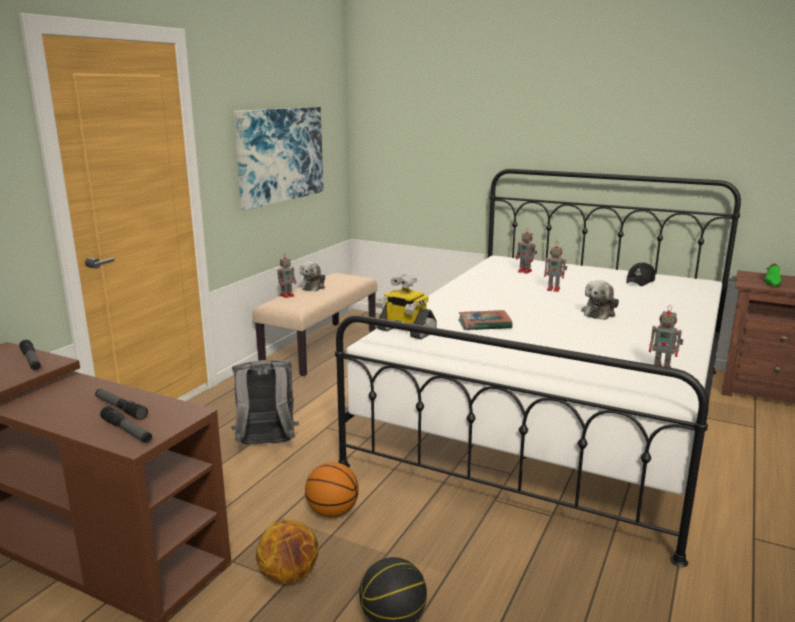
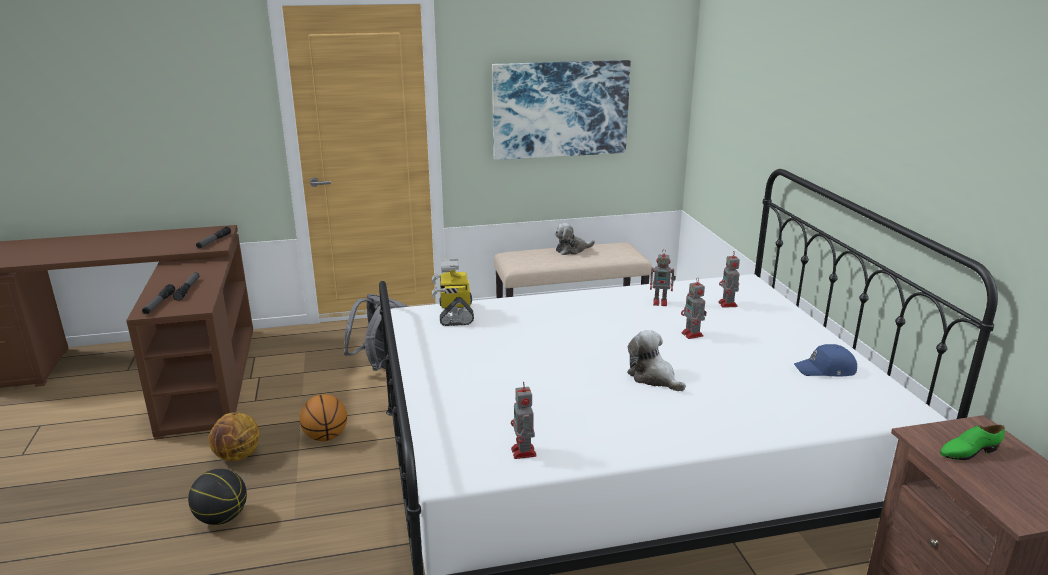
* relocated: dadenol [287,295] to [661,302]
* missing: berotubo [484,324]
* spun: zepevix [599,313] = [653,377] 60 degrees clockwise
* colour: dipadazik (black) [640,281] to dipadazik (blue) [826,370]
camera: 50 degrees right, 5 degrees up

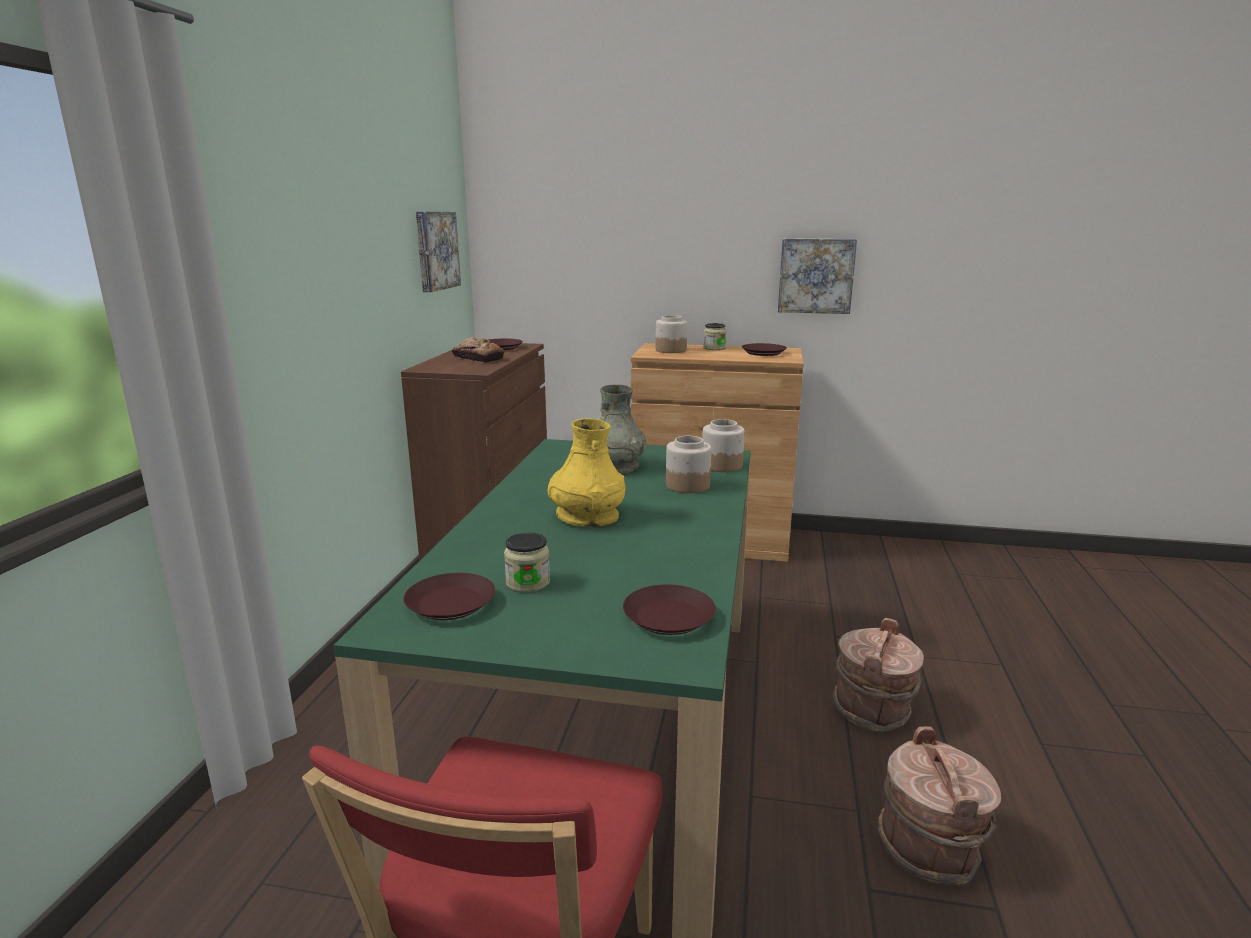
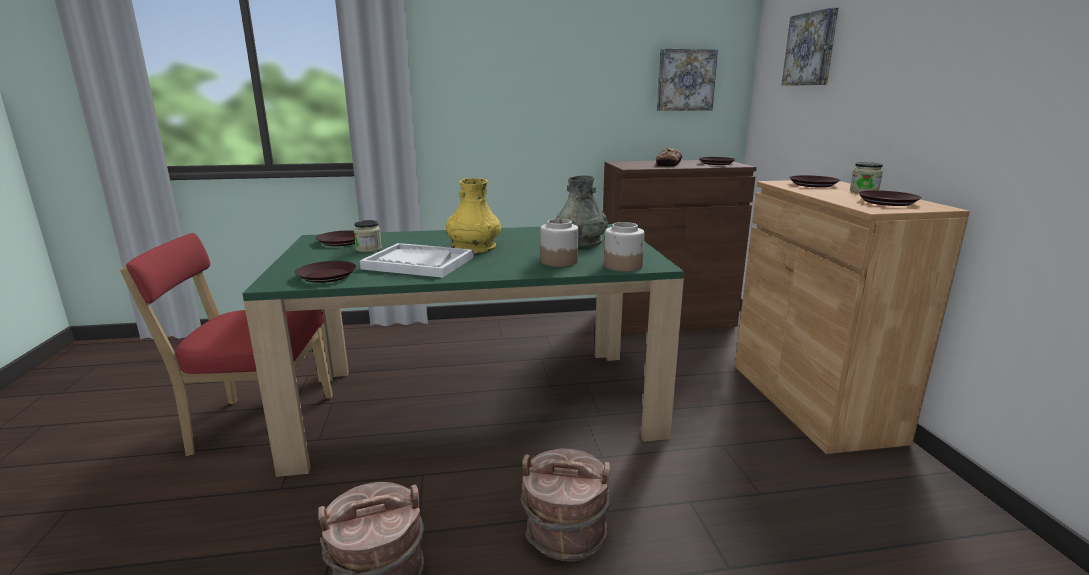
* exchanged: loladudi [670,350] to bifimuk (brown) [813,184]
* relocated: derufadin [816,275] to [811,49]
* appeared: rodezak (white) [418,263]
camera: 70 degrees right, 0 degrees up

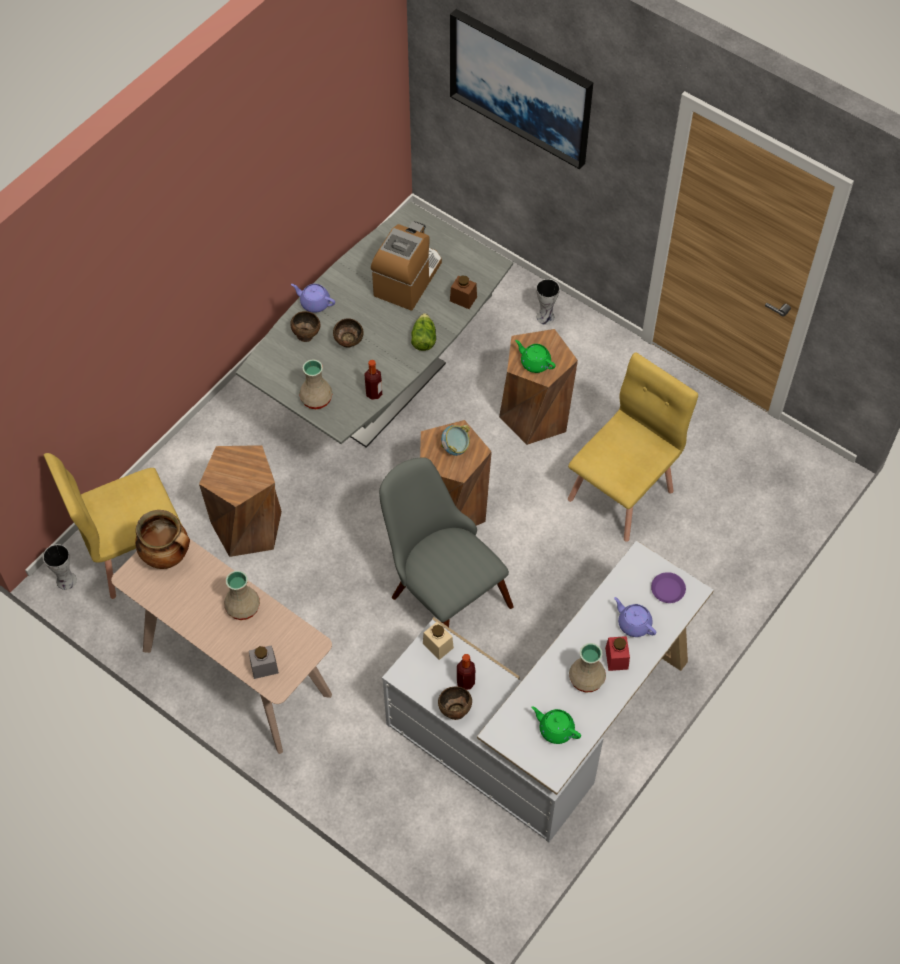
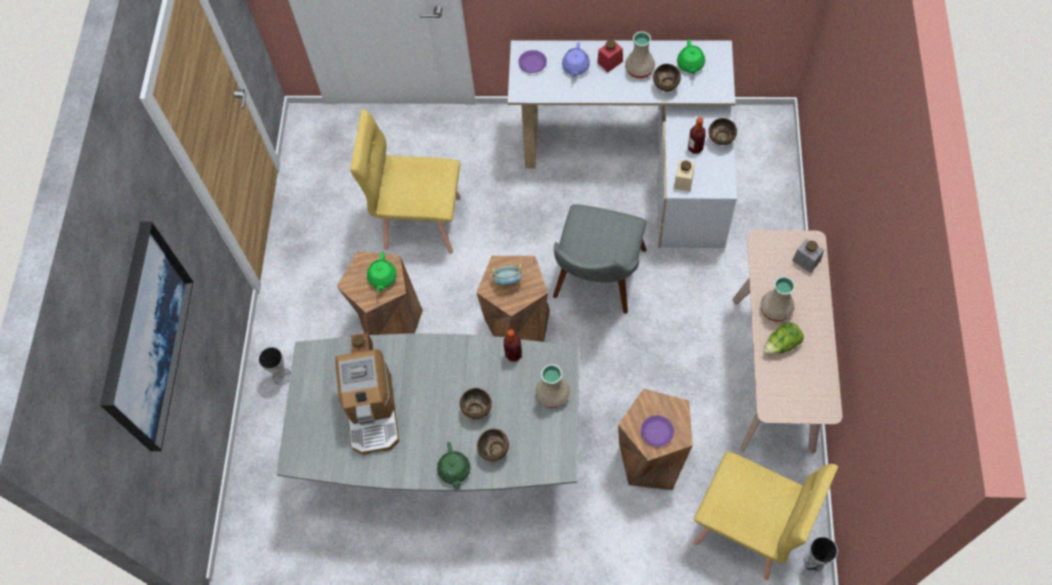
* missing: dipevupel [168,556]
* colour: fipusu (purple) [314,303] to fipusu (green) [454,471]
* spun: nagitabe [408,279] = [372,412] 90 degrees counterclockwise
* relocated: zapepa [423,339] to [782,344]
* appeared: bifimuk (purple) [657,432]
* appeared: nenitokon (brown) [666,87]
camera: 120 degrees left, 5 degrees up

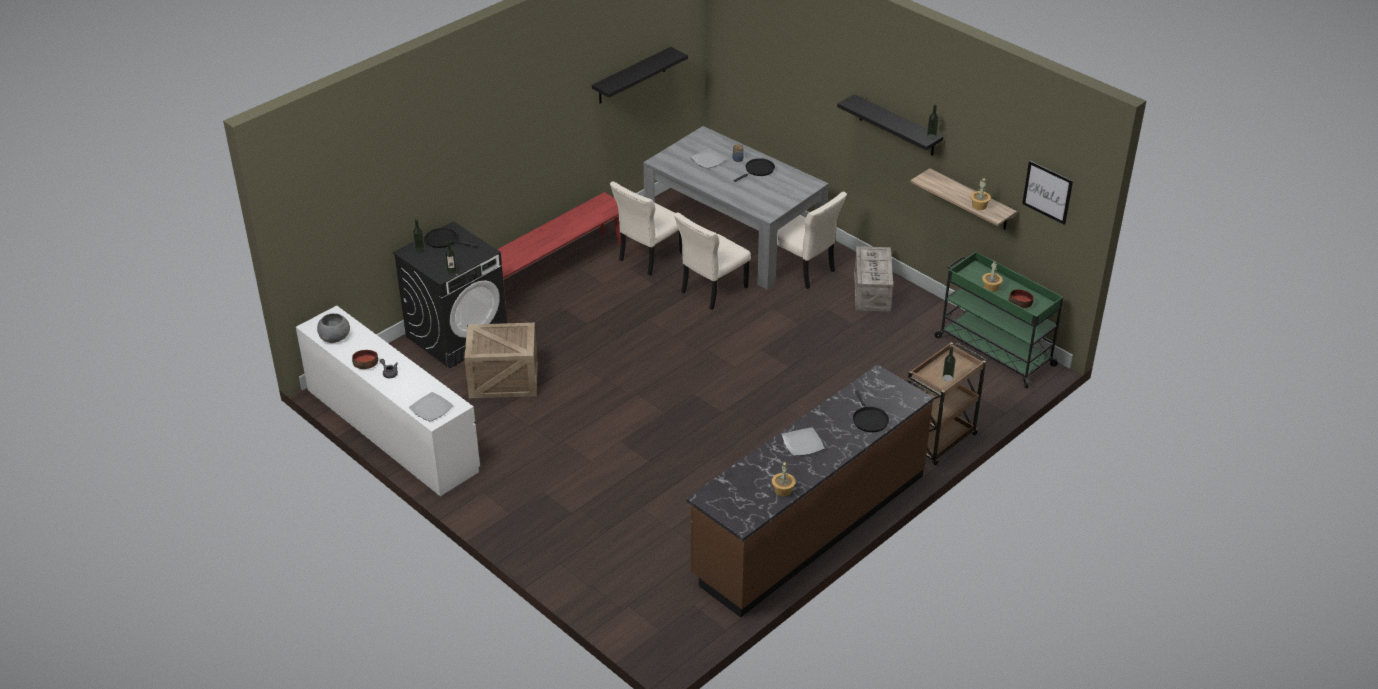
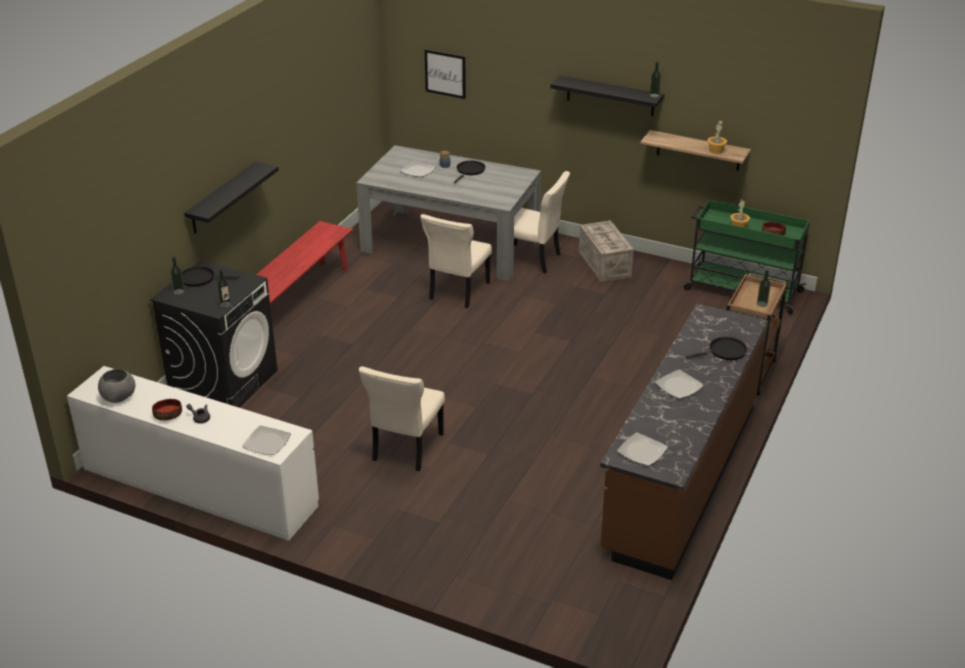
* missing: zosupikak [504,379]
* relocated: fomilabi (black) [632,76] to [222,198]
* relocated: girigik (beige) [649,257] to [406,449]
* missing: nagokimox [783,490]
* spun: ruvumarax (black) [869,420] = [725,351] 75 degrees counterclockwise
* relocated: derufadin [1047,192] to [445,74]
* appeared: bifimuk [641,451]
camera: 20 degrees left, 5 degrees down

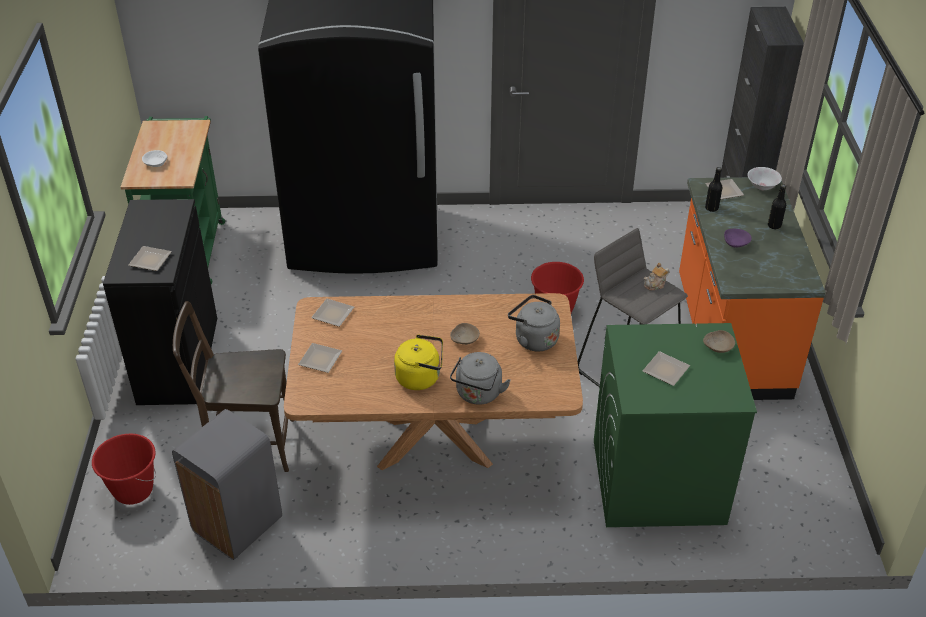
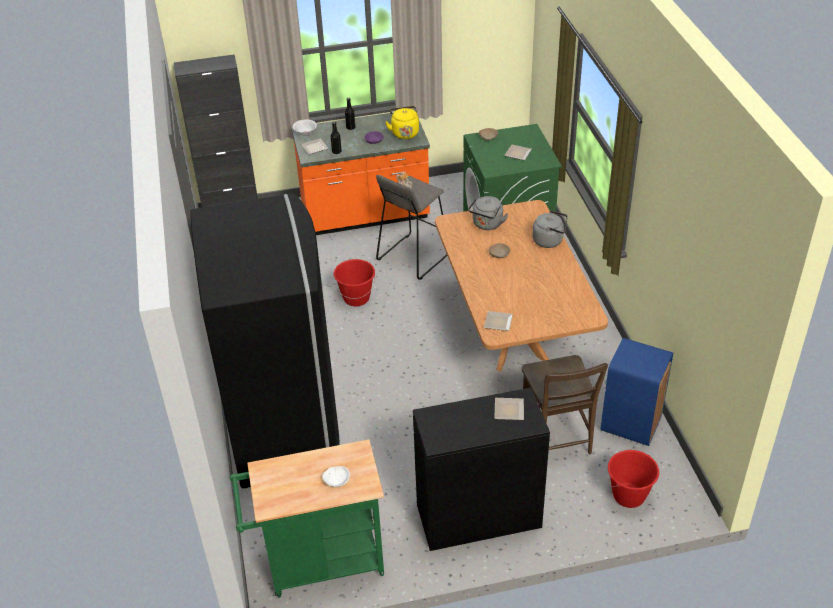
* colour: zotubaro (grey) [236,524] to zotubaro (blue) [631,424]
* missing: bifimuk [322,359]
* relocated: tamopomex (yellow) [421,377] to [404,132]
camera: 100 degrees left, 0 degrees up

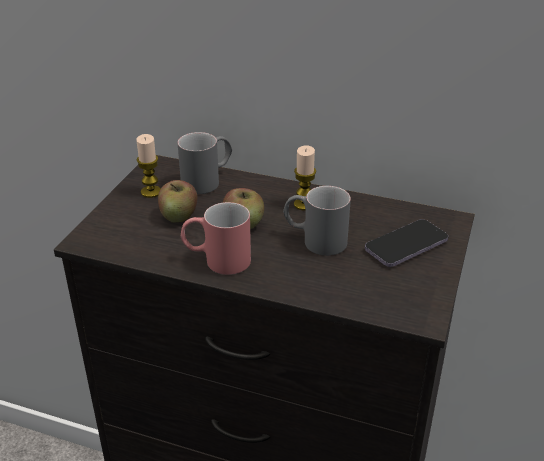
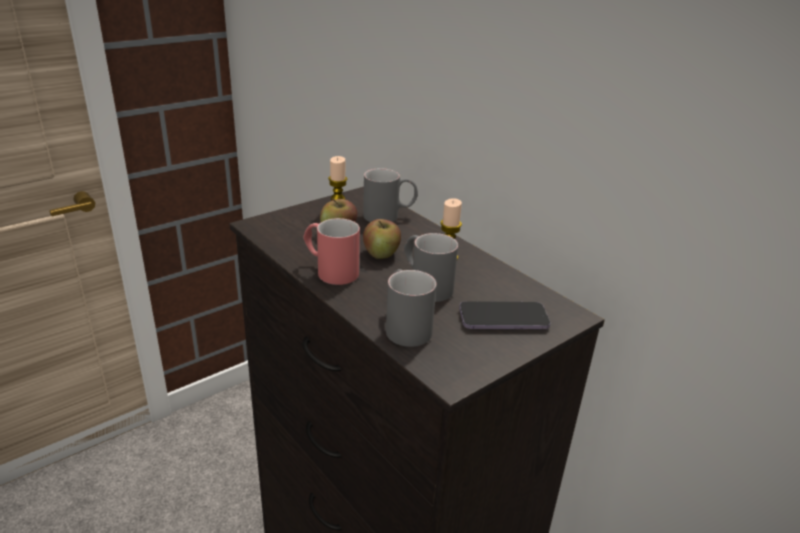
* appeared: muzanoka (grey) [405,325]
camera: 30 degrees right, 5 degrees down

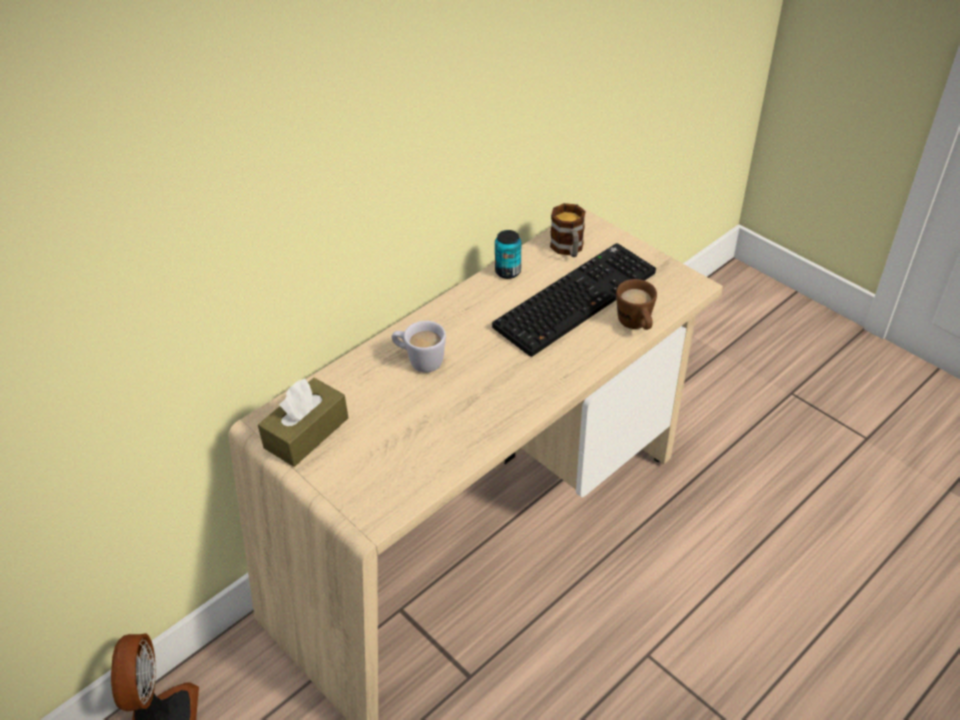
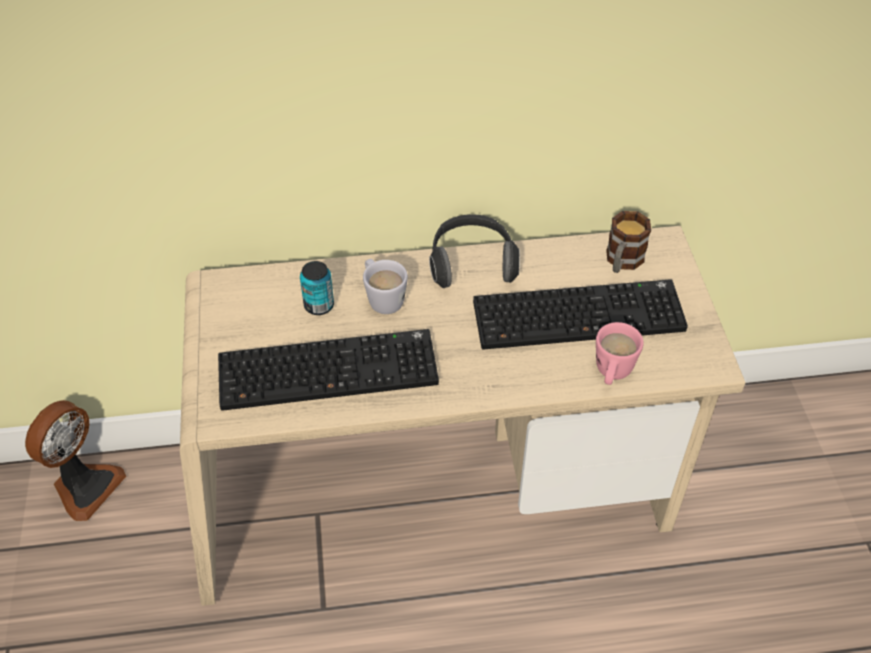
* missing: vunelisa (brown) [306,433]
* relocated: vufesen [508,272] to [319,305]
* colour: muzanoka (brown) [636,325] to muzanoka (pink) [611,374]
* appeared: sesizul [330,368]
* appeared: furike [472,263]
camera: 35 degrees right, 5 degrees up

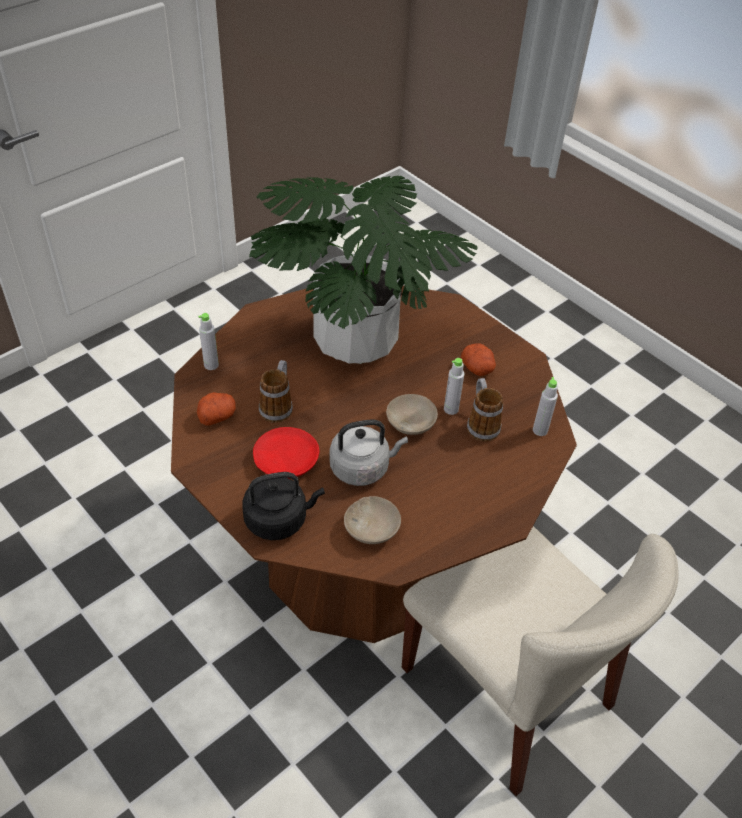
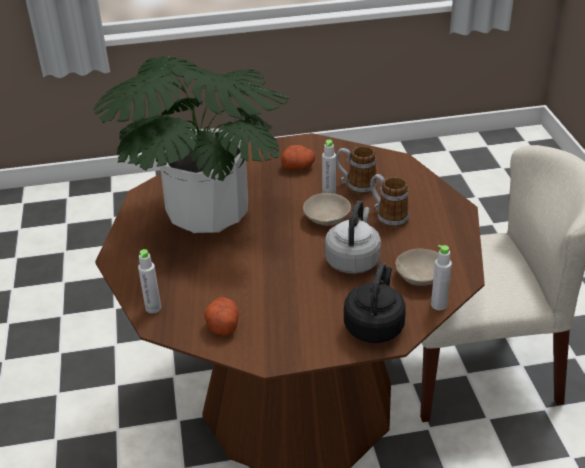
* missing: bifimuk (red) [285,460]
* relocated: muzanoka [278,405] to [387,216]
* relocated: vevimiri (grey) [540,430] to [438,305]
camera: 55 degrees left, 10 degrees down

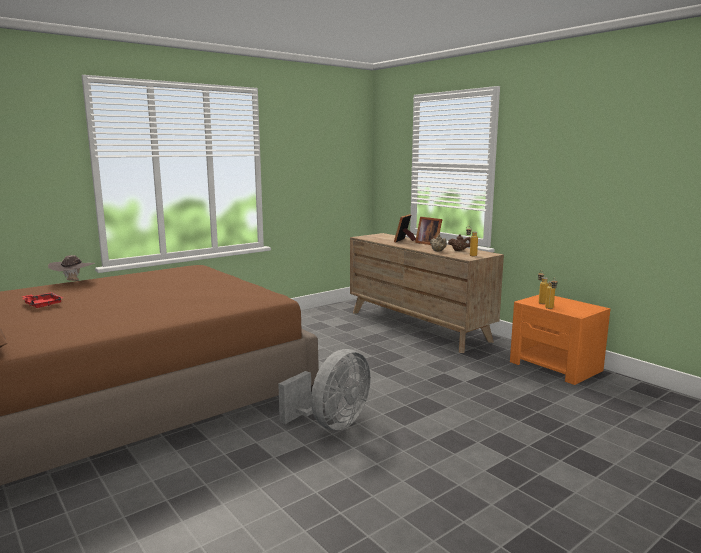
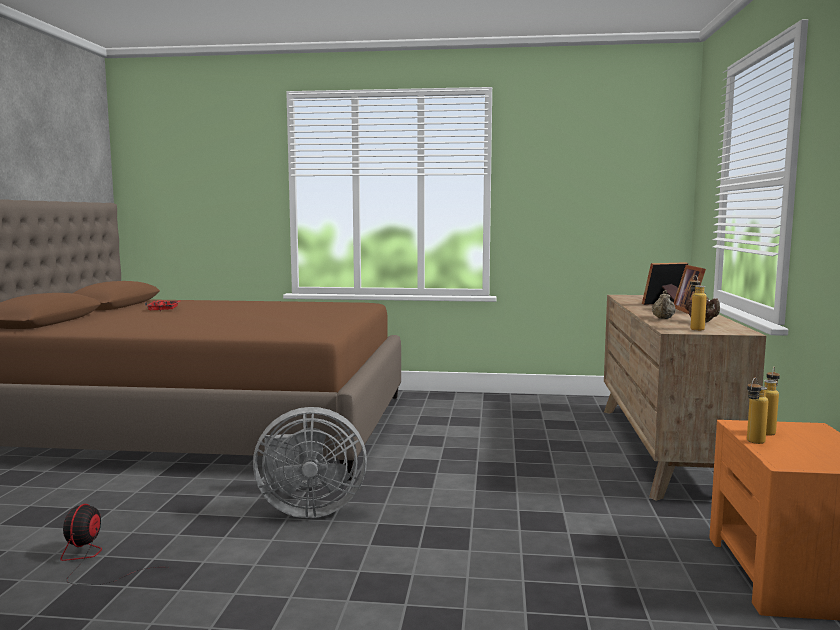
* missing: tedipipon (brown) [74,282]
* appeared: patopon [92,560]
camera: 45 degrees right, 5 degrees down

